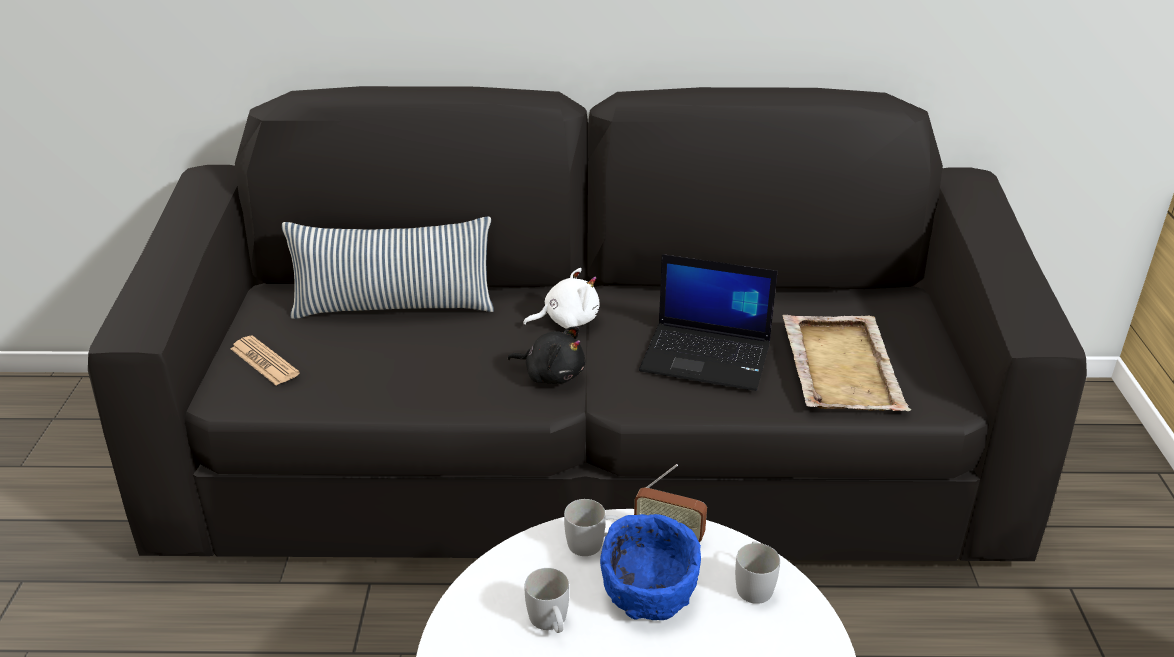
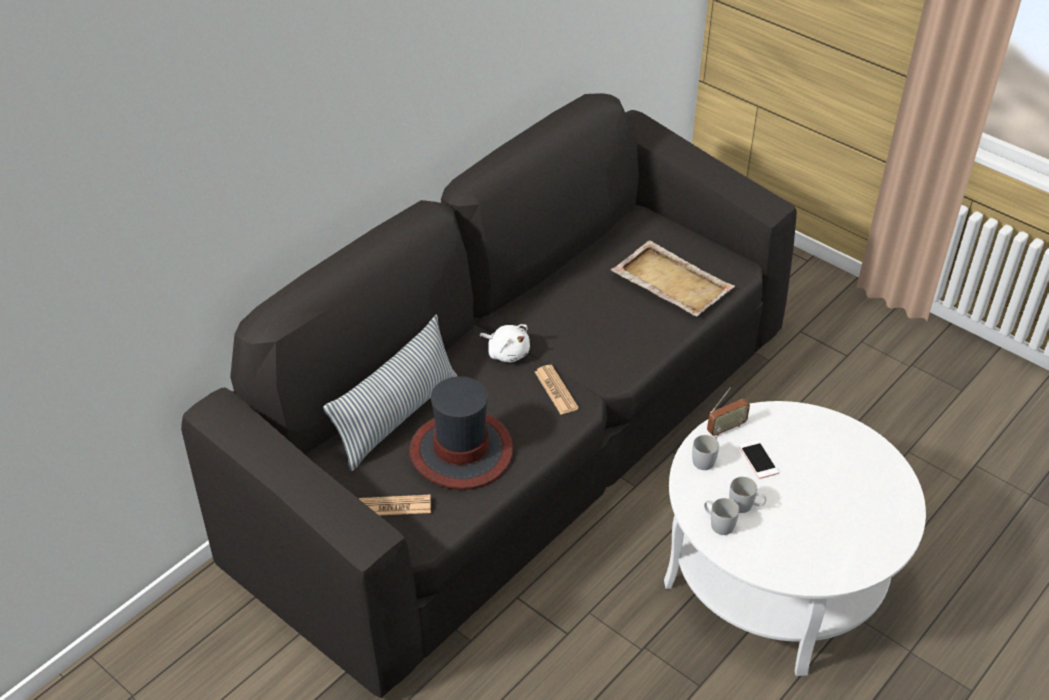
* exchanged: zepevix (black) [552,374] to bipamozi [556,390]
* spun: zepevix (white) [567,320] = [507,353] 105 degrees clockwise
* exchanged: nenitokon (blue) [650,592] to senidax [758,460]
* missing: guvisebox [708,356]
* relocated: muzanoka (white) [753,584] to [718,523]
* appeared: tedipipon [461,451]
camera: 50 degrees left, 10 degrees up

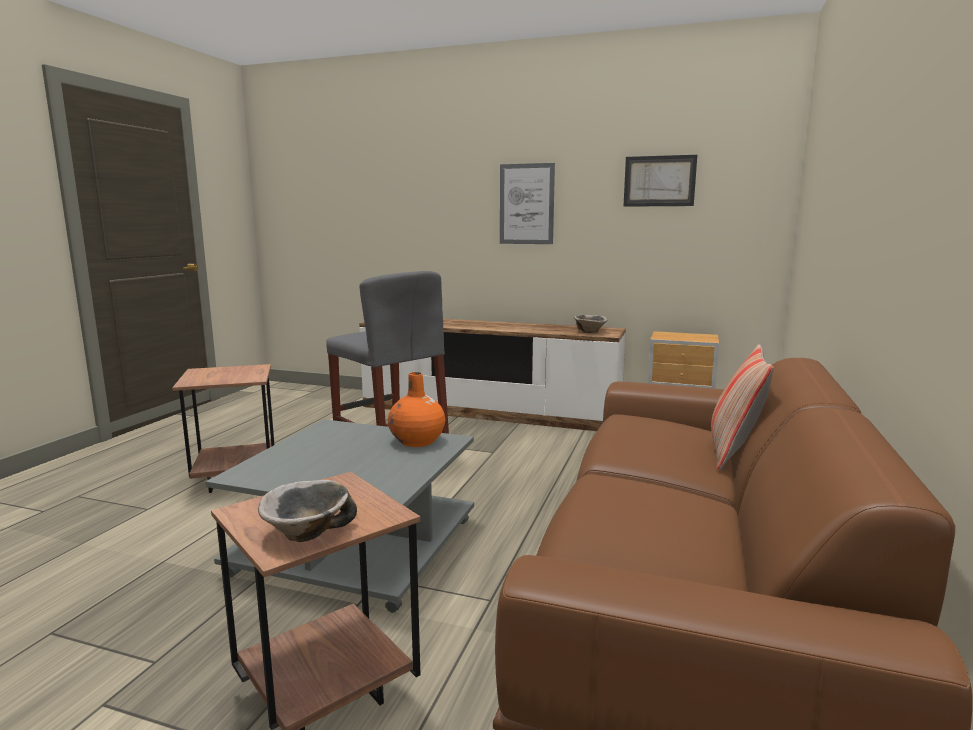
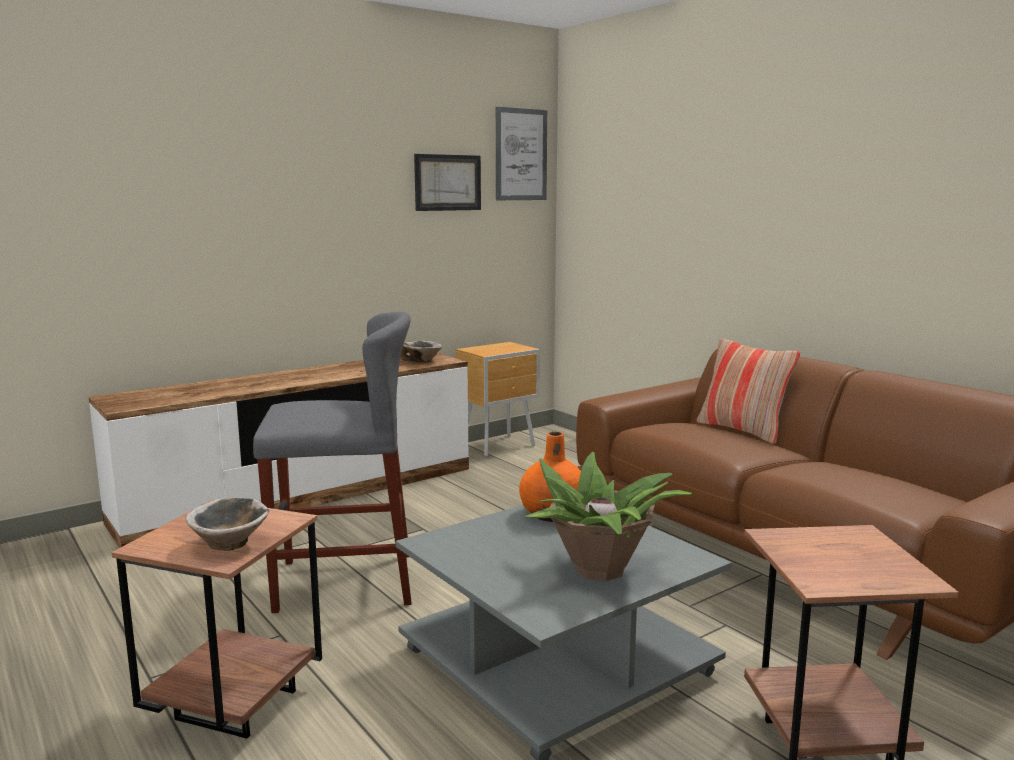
* relocated: nenitokon [307,533] to [230,544]
* relocated: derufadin [526,204] to [521,154]
* appeared: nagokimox [600,570]
camera: 55 degrees left, 0 degrees up

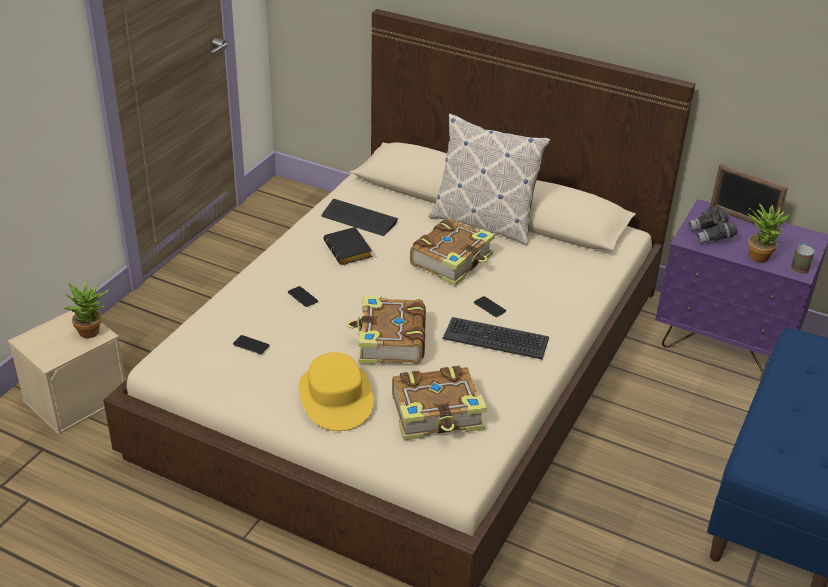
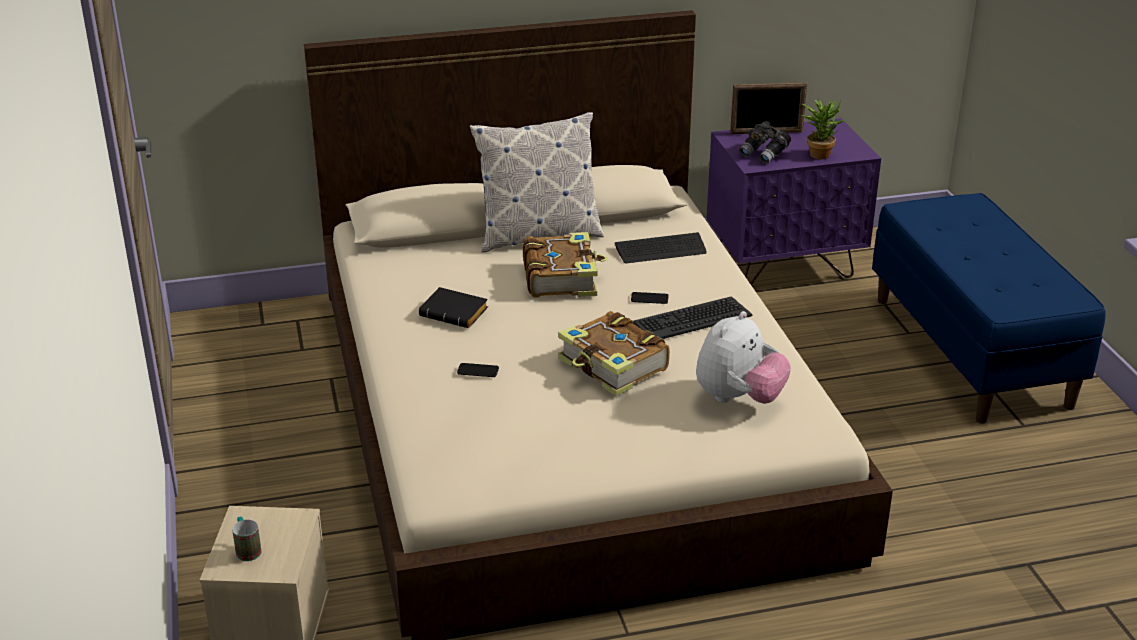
* missing: nagokimox [92,333]
* missing: senidax [251,345]
* missing: tedipipon (yellow) [335,397]
* relocated: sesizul [359,219] to [660,250]
* exchanged: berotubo [438,414] to zepevix [738,398]
* relocated: muzanoka [799,266] to [247,549]
camera: 40 degrees left, 5 degrees down

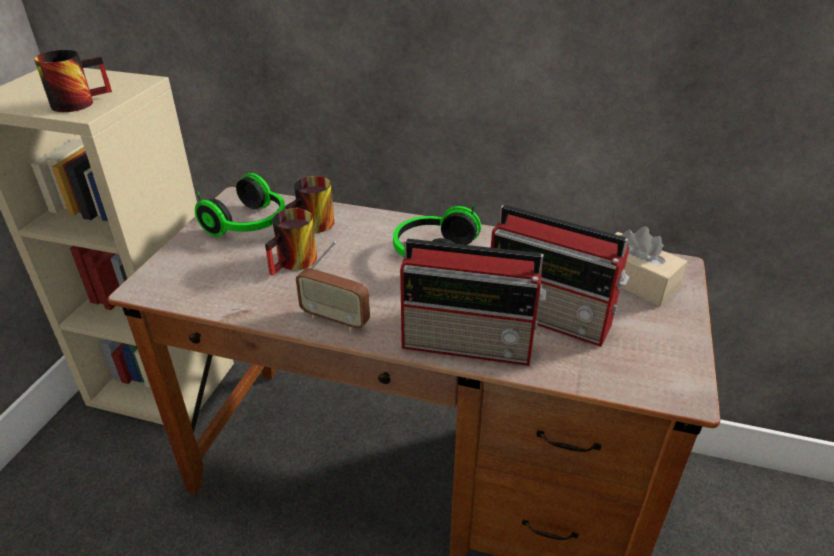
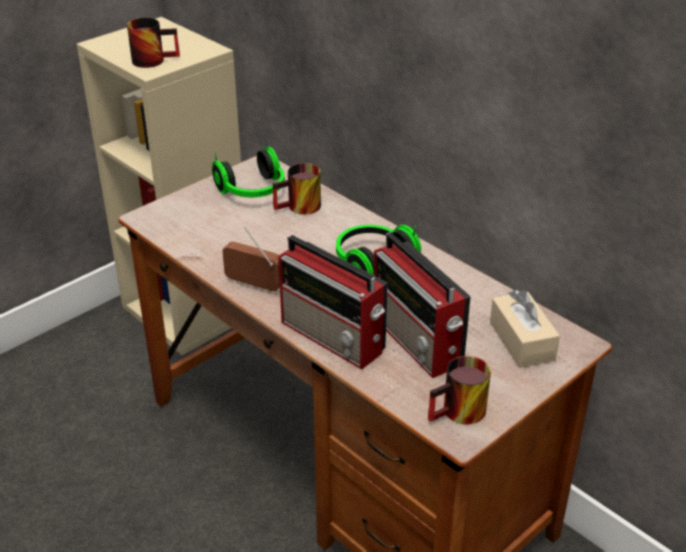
* relocated: muzanoka [295,263] to [460,414]
* spun: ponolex [335,319] = [253,285] 150 degrees clockwise
camera: 30 degrees right, 0 degrees up

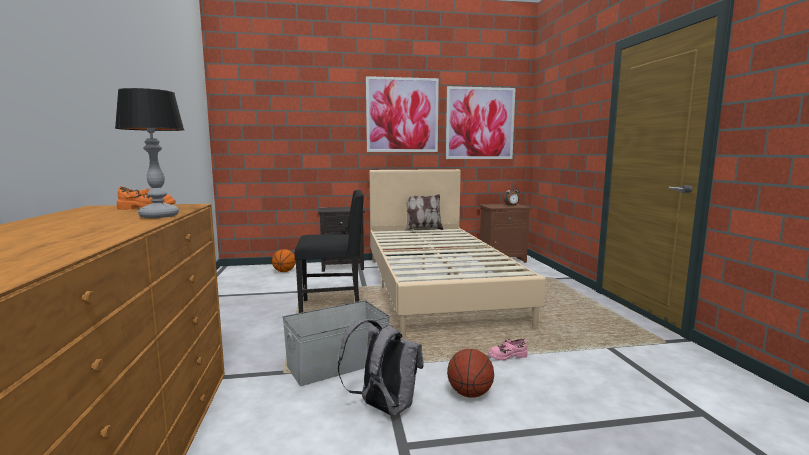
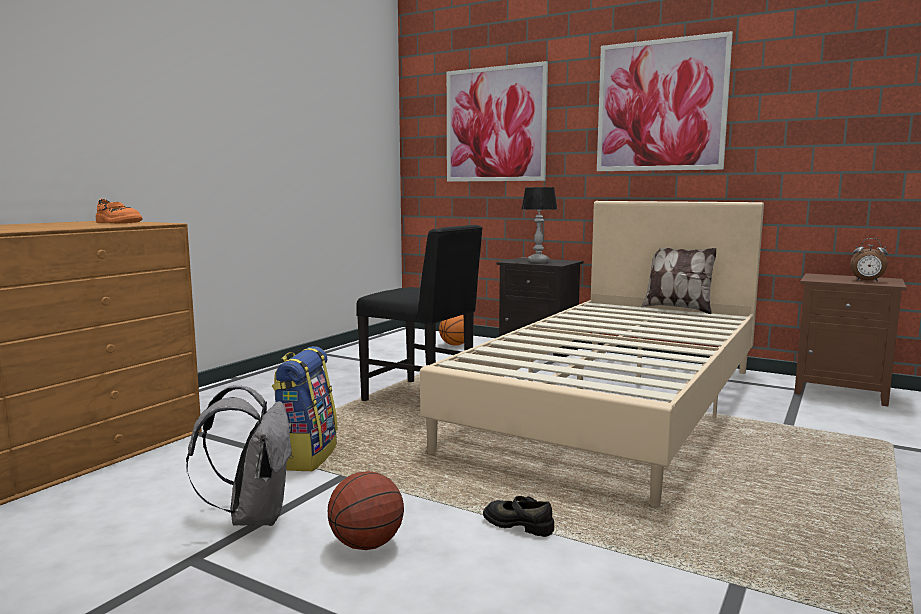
* relocated: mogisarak [160,216] to [538,261]
* exchanged: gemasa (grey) [336,364] to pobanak [305,456]
* relocated: derufadin [480,123] to [495,124]
* colour: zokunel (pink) [507,355] to zokunel (black) [518,524]
camera: 40 degrees right, 0 degrees up

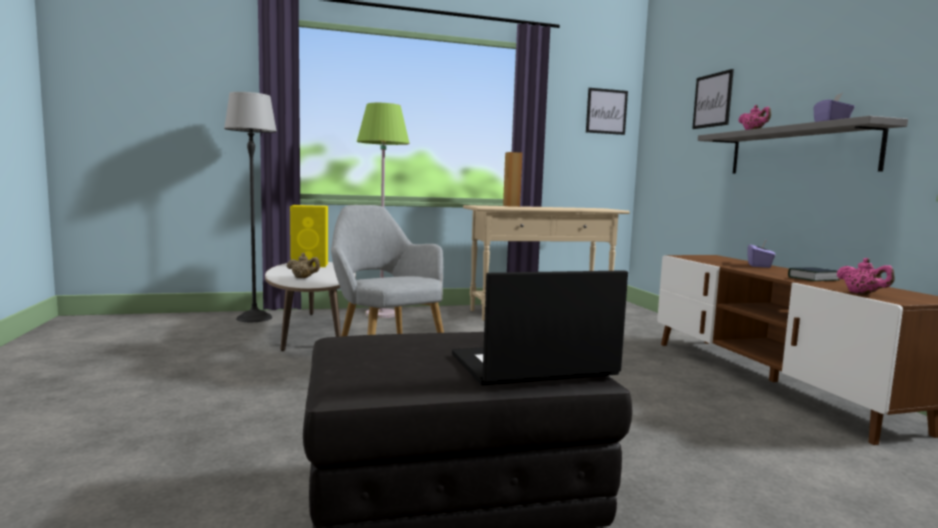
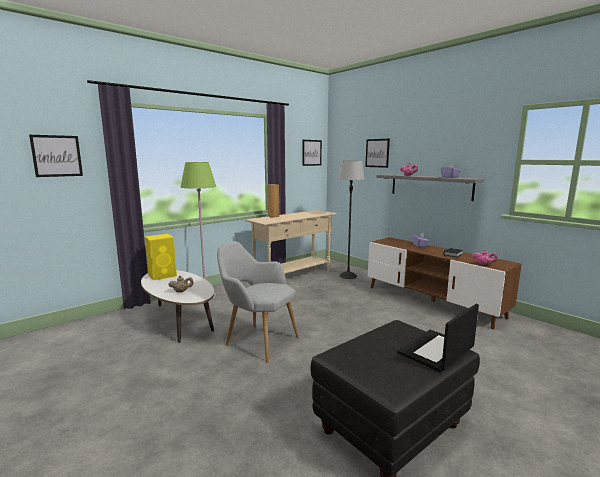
* relocated: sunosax [254,318] to [348,276]
* appeared: derufadin [57,156]
camera: 25 degrees left, 5 degrees up

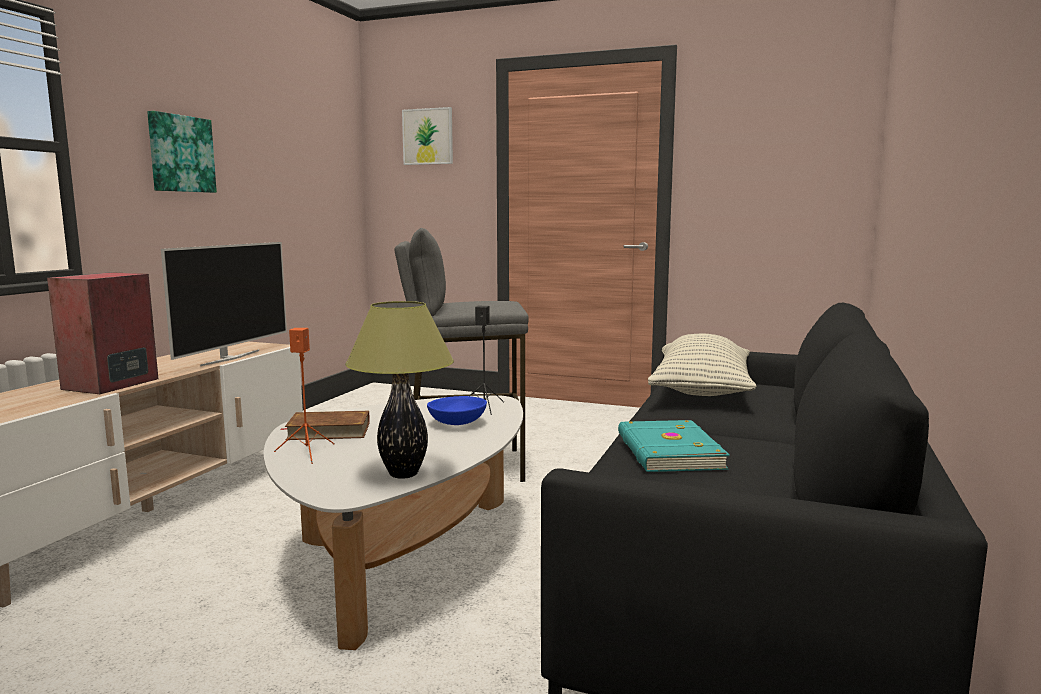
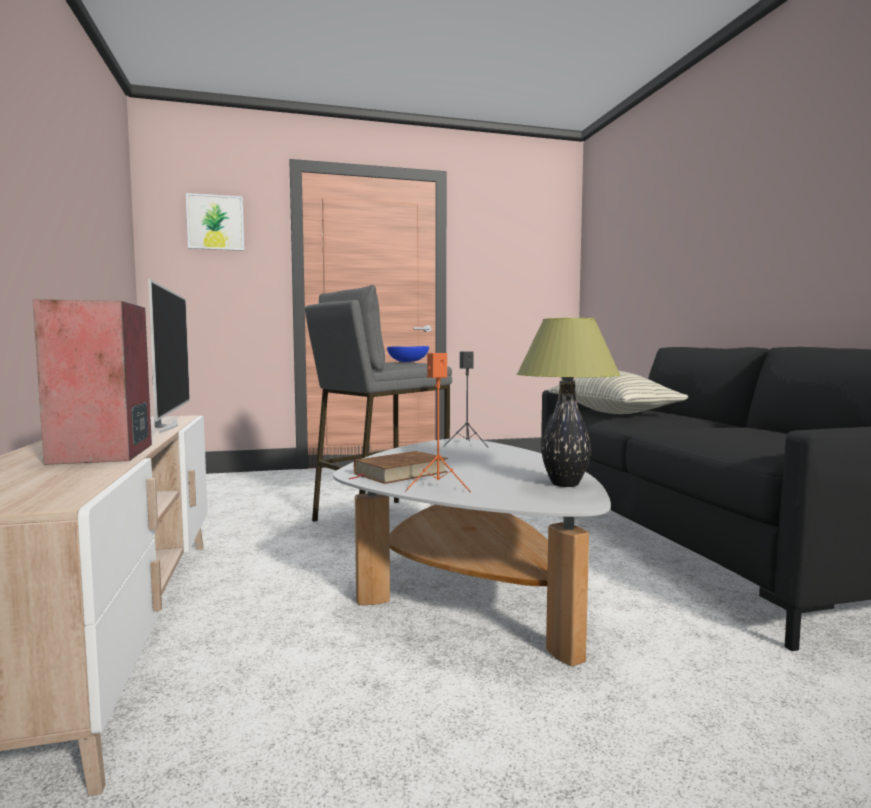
* missing: derufadin [180,154]
* relocated: nenitokon (blue) [457,423] to [408,362]
* missing: berotubo (turquoise) [667,452]
camera: 35 degrees left, 5 degrees down

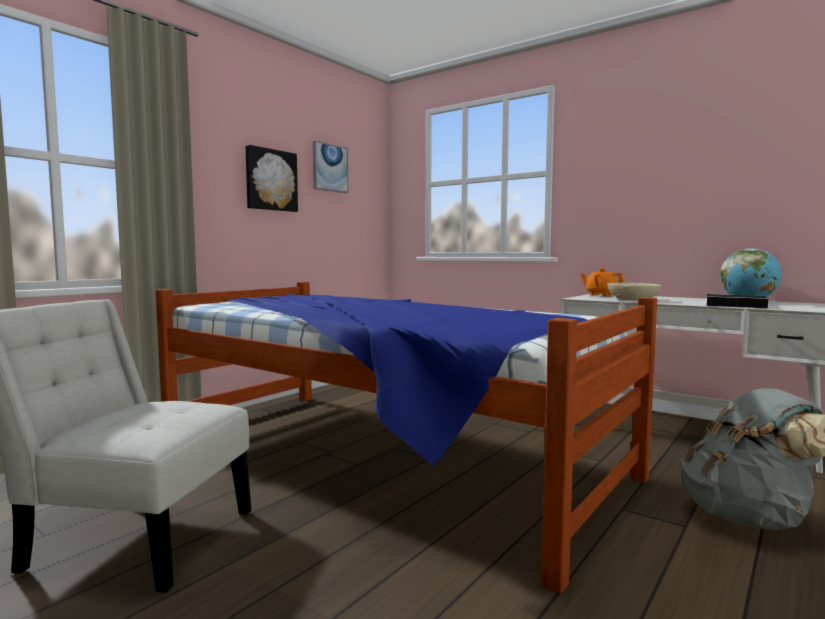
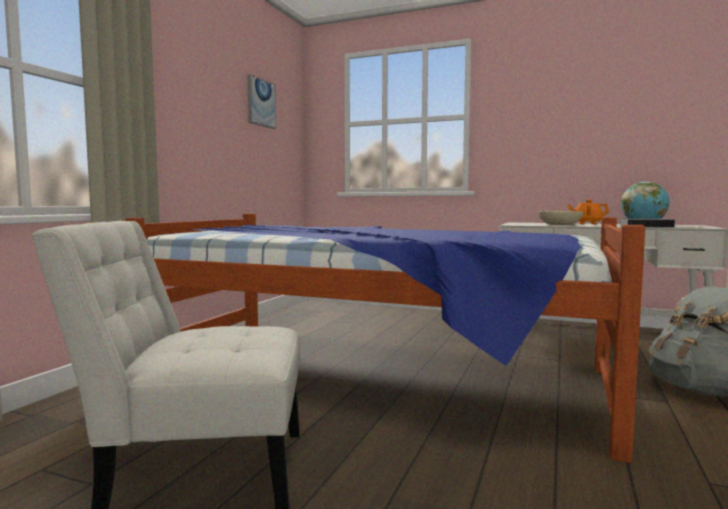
* missing: derufadin [270,180]
* relocated: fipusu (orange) [601,295] to [587,223]
camera: 15 degrees left, 0 degrees up

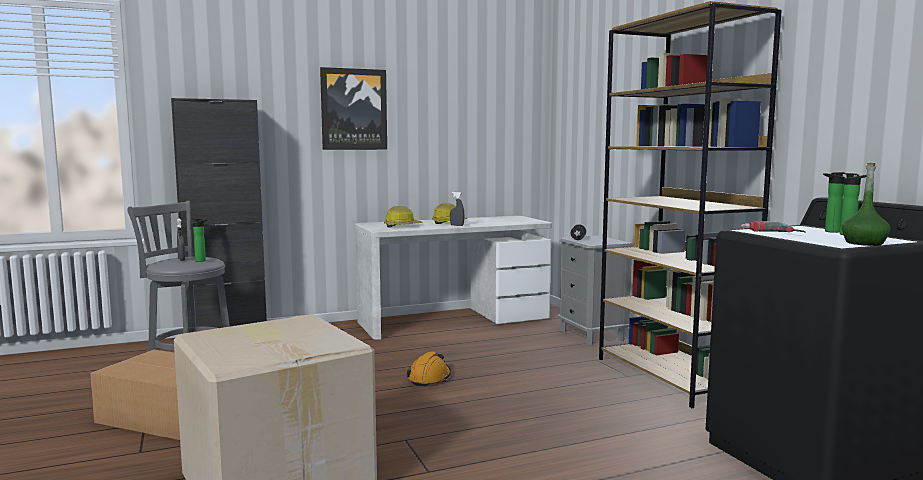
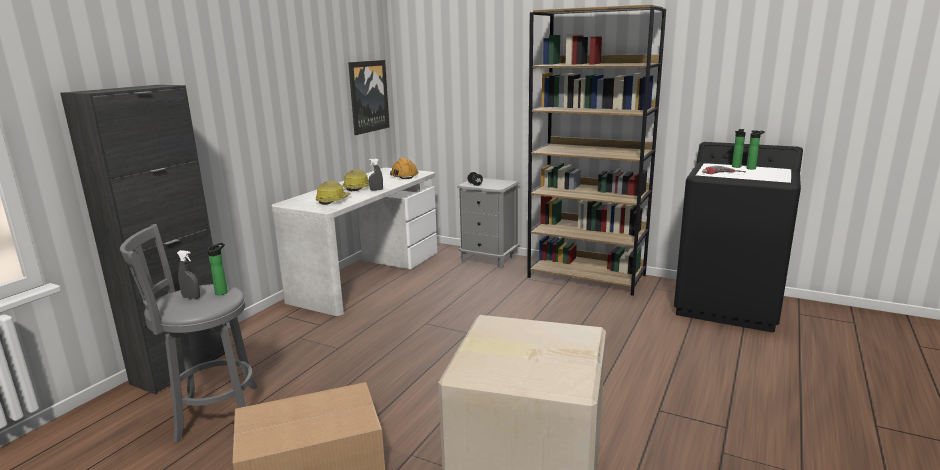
* relocated: derufadin [354,109] to [368,96]
* relocated: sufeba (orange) [429,378] to [404,175]
* missing: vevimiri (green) [864,243]
camera: 40 degrees left, 10 degrees up

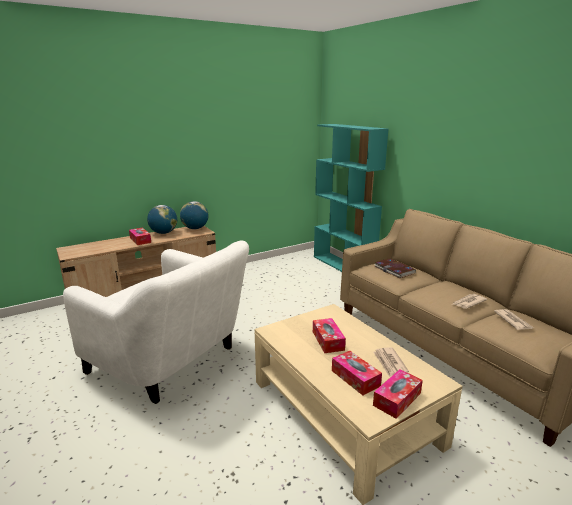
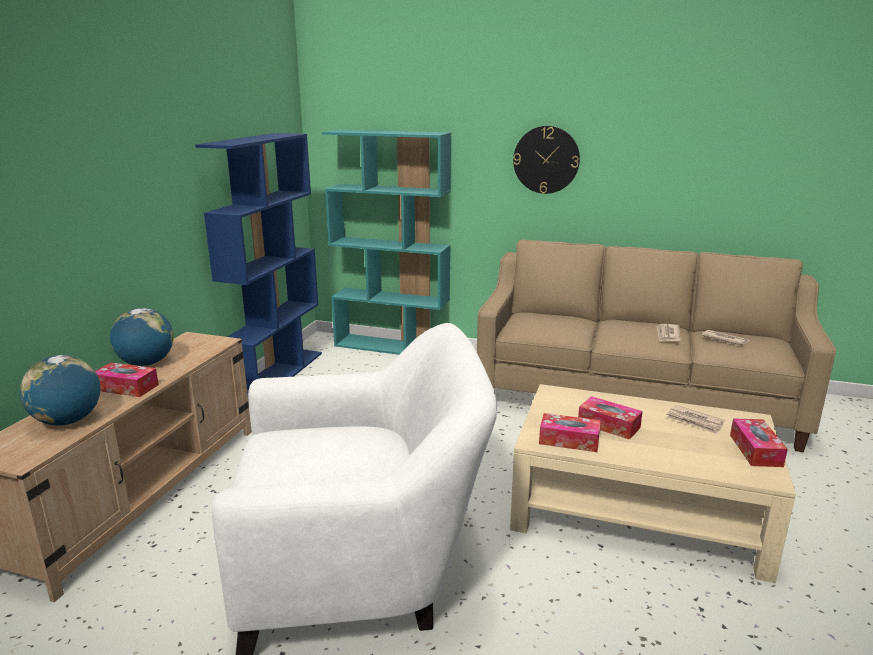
* relocated: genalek [195,228] to [68,421]
* relocated: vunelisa [355,378] to [569,440]
* missing: berotubo [394,270]
* appeared: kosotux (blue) [277,374]
* appeared: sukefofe [546,160]
camera: 40 degrees left, 0 degrees up

